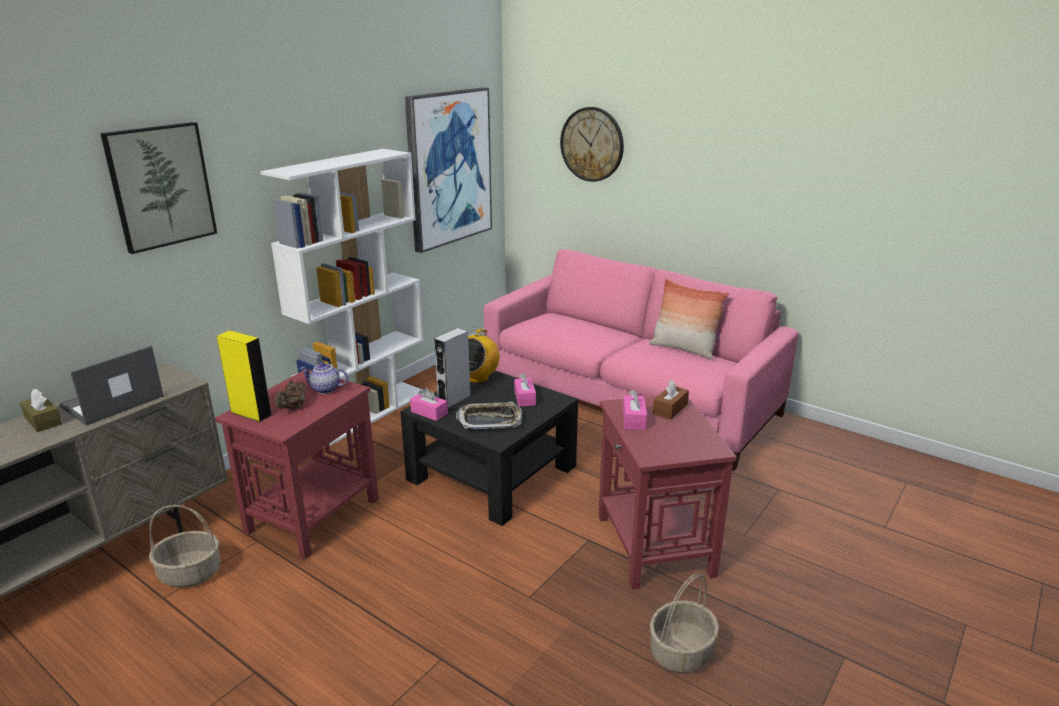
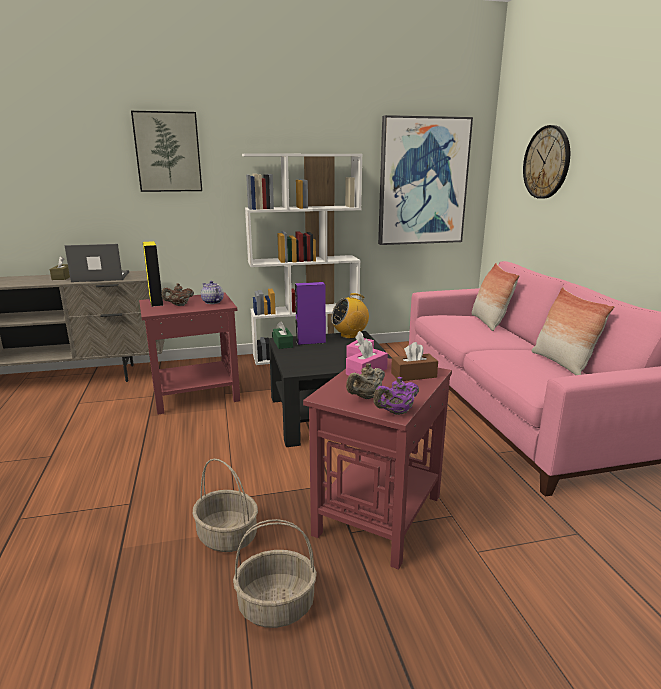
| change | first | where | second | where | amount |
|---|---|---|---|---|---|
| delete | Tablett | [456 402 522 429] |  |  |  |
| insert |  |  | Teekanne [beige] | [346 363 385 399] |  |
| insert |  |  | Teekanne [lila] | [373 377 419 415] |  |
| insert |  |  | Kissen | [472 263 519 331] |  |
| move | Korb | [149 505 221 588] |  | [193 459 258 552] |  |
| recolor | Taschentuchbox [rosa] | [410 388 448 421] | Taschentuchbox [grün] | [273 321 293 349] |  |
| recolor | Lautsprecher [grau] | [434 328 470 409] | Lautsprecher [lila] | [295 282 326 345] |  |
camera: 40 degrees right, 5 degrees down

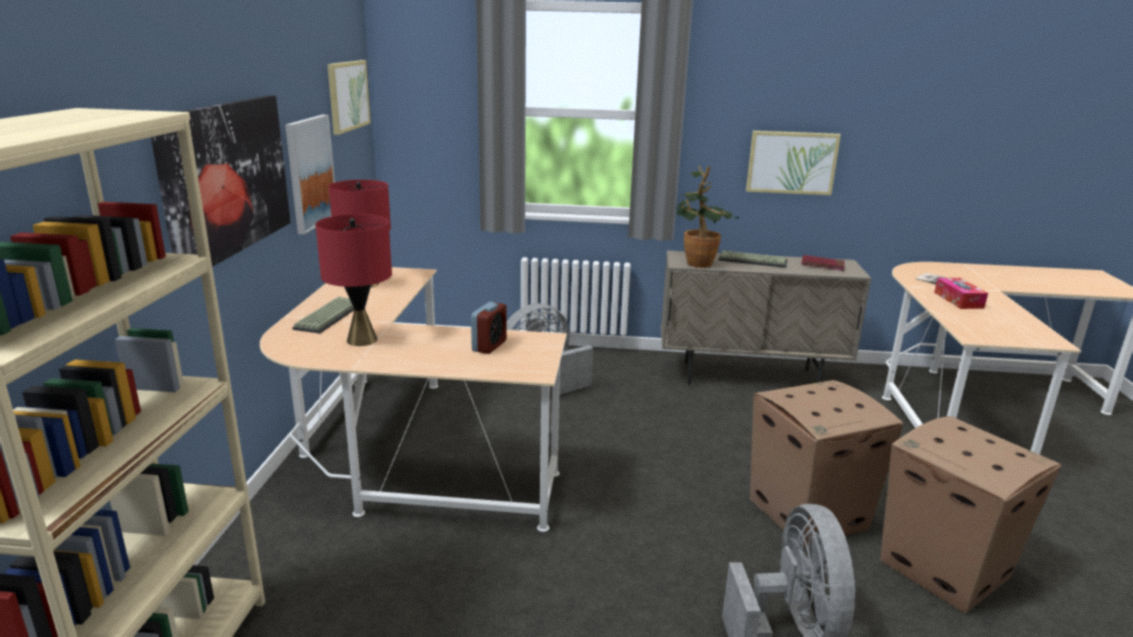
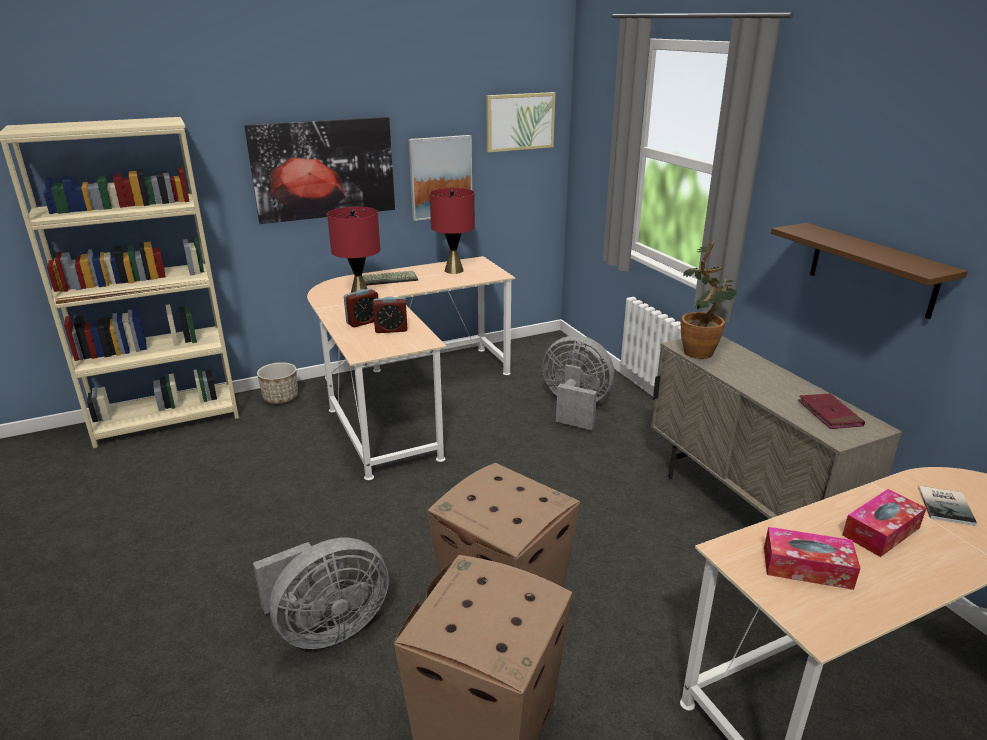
| change | first | where | second | where | amount |
|---|---|---|---|---|---|
| delete | Tastatur | [719 250 787 268] |  |  |  |
| insert |  |  | Pflanzkübel | [257 362 298 404] |  |
| insert |  |  | Wecker | [344 289 378 327] |  |
| insert |  |  | Taschentuchbox | [764 527 861 590] |  |
| replace | Bild | [746 131 841 195] | Wandregal [braun] | [771 223 968 319] |  |
camera: 60 degrees right, 5 degrees up

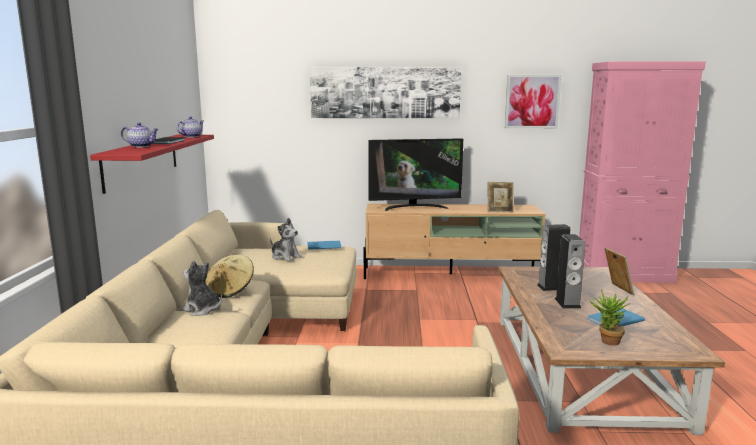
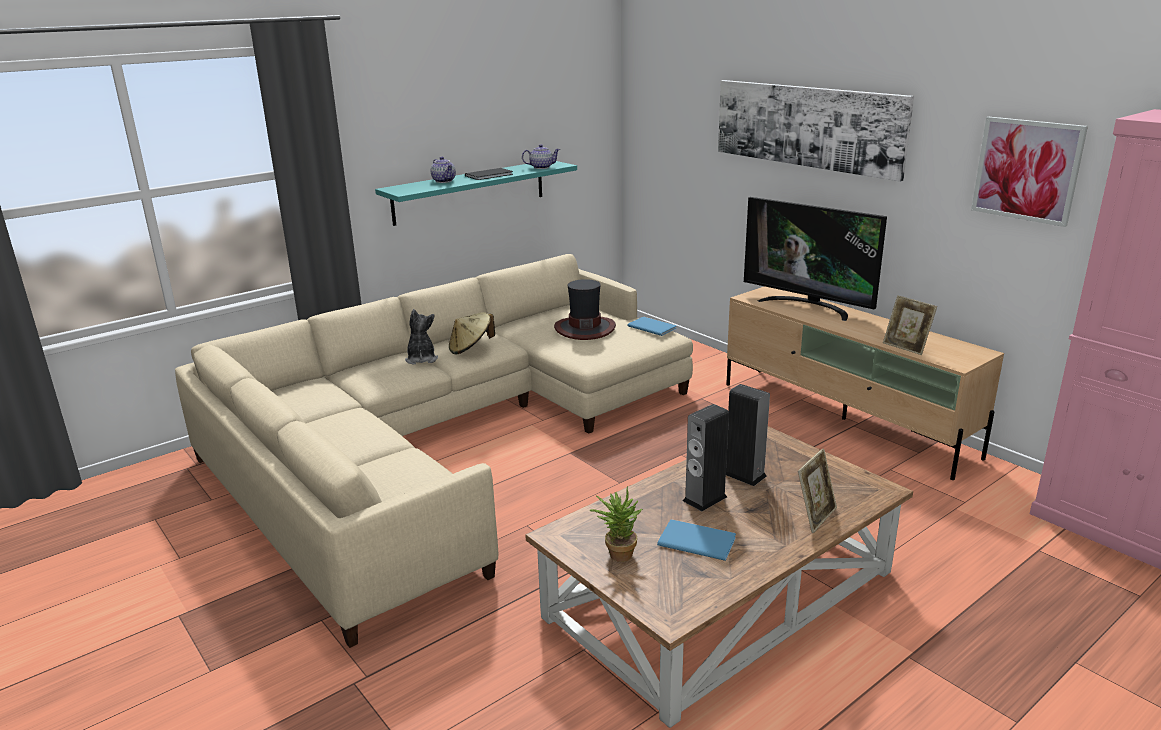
| change | first | where | second | where | amount |
|---|---|---|---|---|---|
| replace | Plüschtier | [270 218 302 261] | Hut | [554 279 616 340] |  |
| recolor | Wandregal [rot] | [90 135 214 194] | Wandregal [türkis] | [375 161 577 226] |  |
camera: 50 degrees right, 10 degrees up

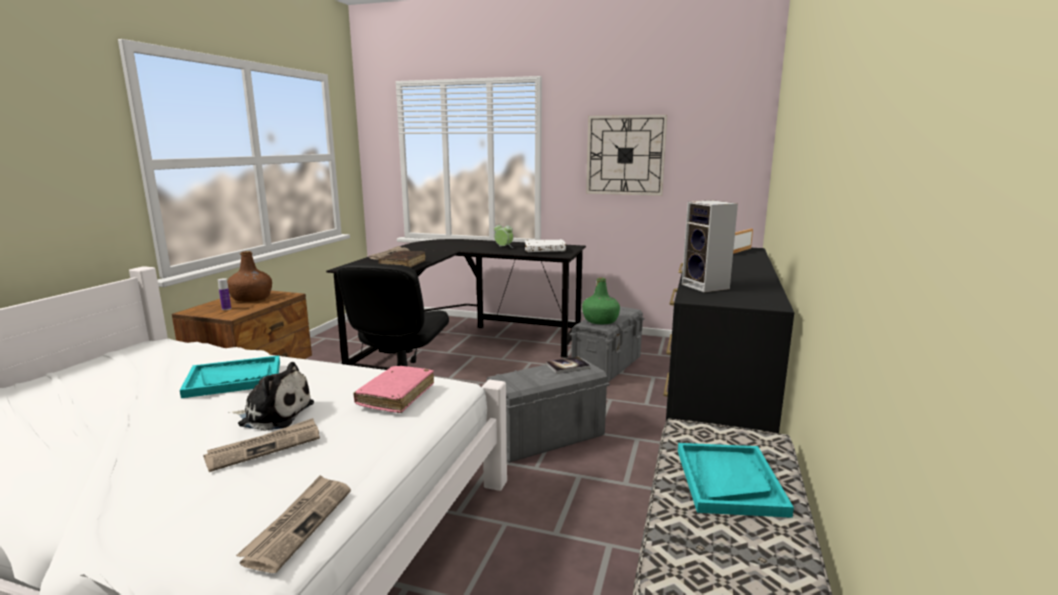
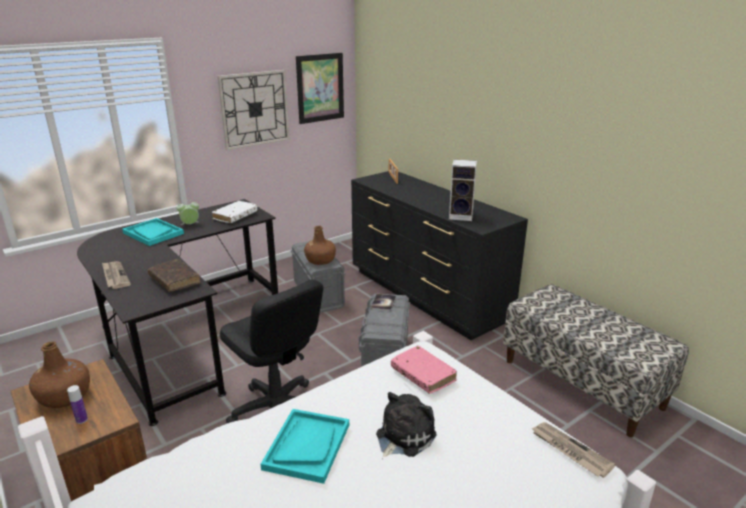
| change | first | where | second | where | amount |
|---|---|---|---|---|---|
| delete | Zeitung | [203 418 320 472] |  |  |  |
| insert |  |  | Bild | [296 53 344 124] |  |
| move | Tablett [türkis] | [678 443 794 518] |  | [122 218 184 246] |  |
| recolor | Flasche [grün] | [582 278 620 324] | Flasche [braun] | [304 226 336 265] |  |
camera: 55 degrees left, 10 degrees up

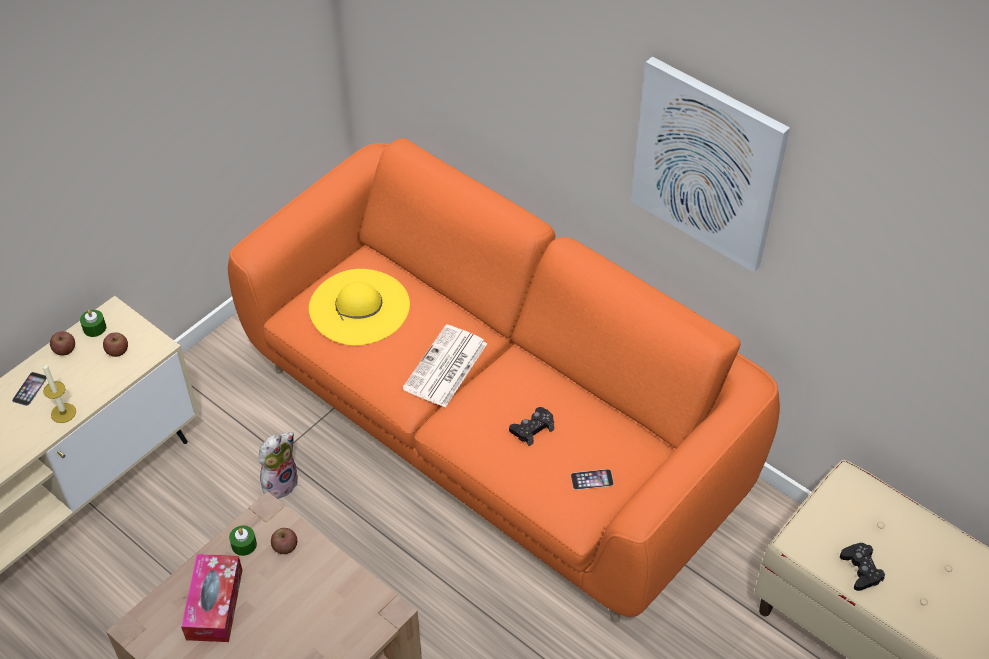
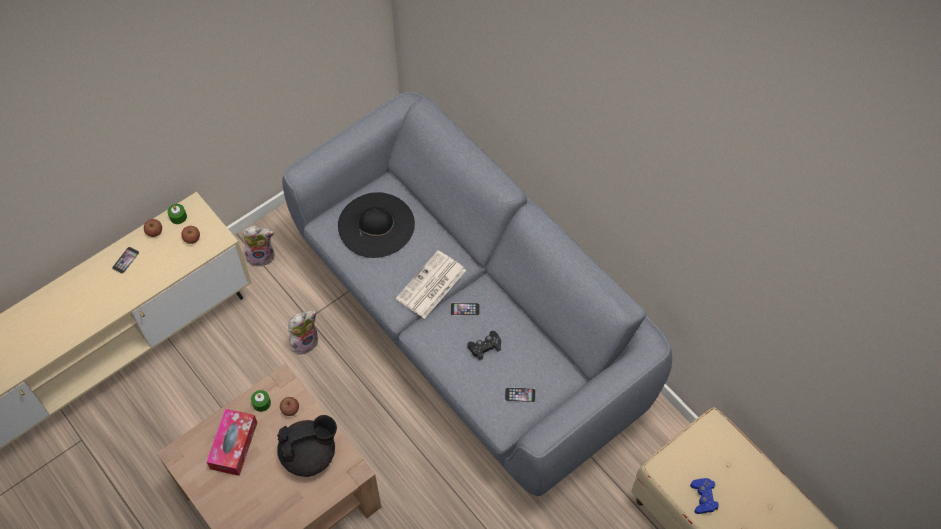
| change | first | where | second | where | amount |
|---|---|---|---|---|---|
| delete | Kerze | [42 362 76 423] |  |  |  |
| delete | Bild | [631 57 790 272] |  |  |  |
| insert |  |  | Plüschtier | [241 226 275 268] |  |
| insert |  |  | Teekanne [schwarz] | [277 415 337 477] |  |
| insert |  |  | Handy | [450 303 480 316] |  |
| recolor | Sofa [orange] | [228 138 780 623] | Sofa [grau] | [282 92 672 496] |  |
| recolor | Hut [gelb] | [309 269 410 346] | Hut [schwarz] | [338 192 415 258] |  |
| recolor | Gamepad [schwarz] | [840 543 885 591] | Gamepad [blau] | [690 478 719 514] |  |
camera: 10 degrees right, 10 degrees up

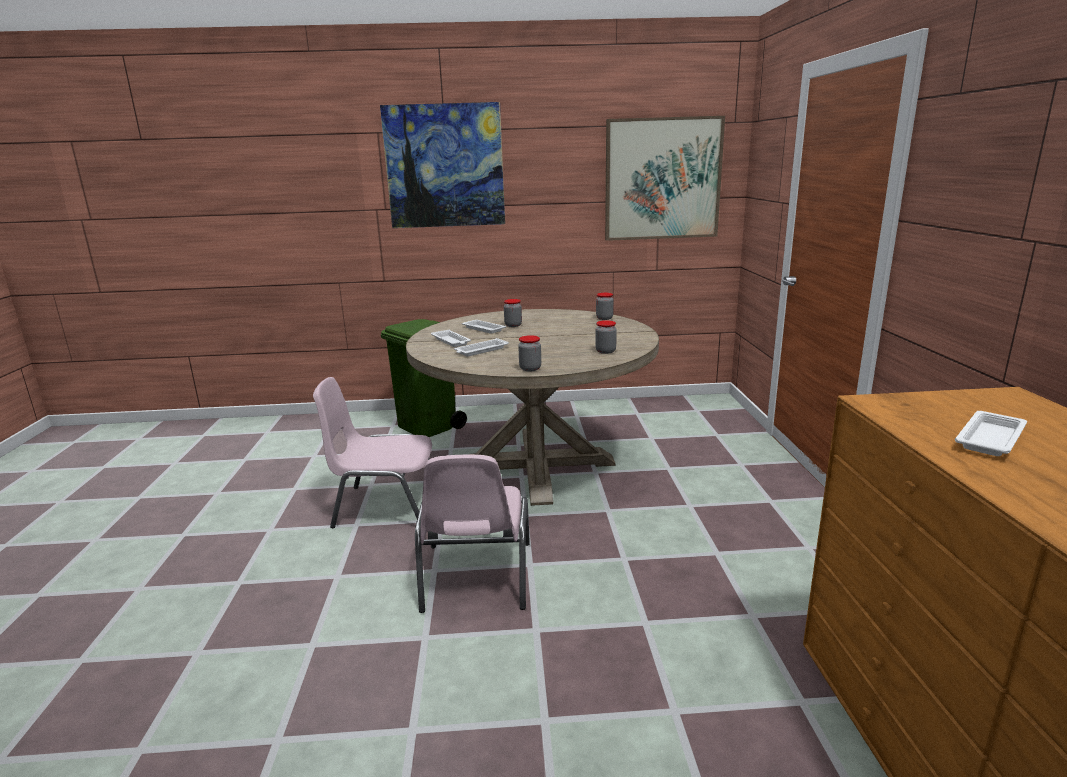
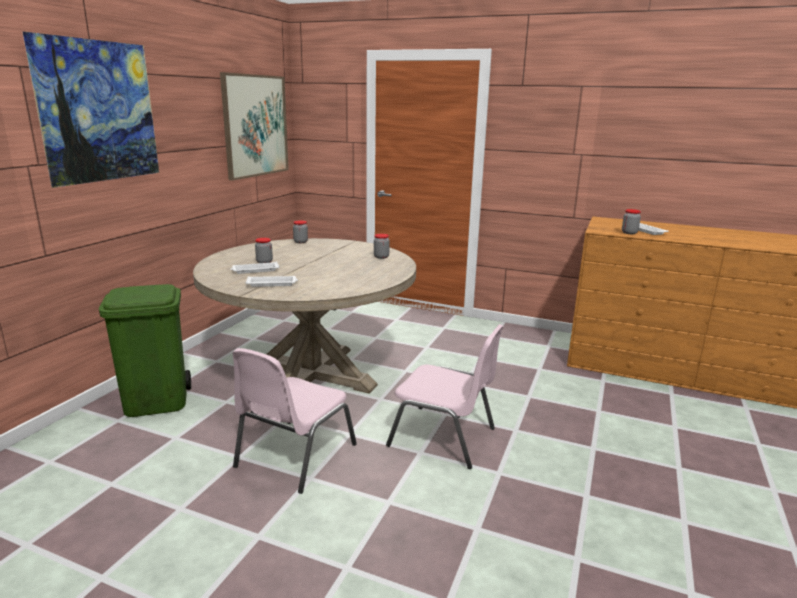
| change | first | where | second | where | amount |
|---|---|---|---|---|---|
| delete | Tablett [weiß] | [454 338 509 356] |  |  |  |
| move | Vorratsglas | [518 335 541 371] |  | [622 209 641 234] |  |
camera: 65 degrees left, 0 degrees up

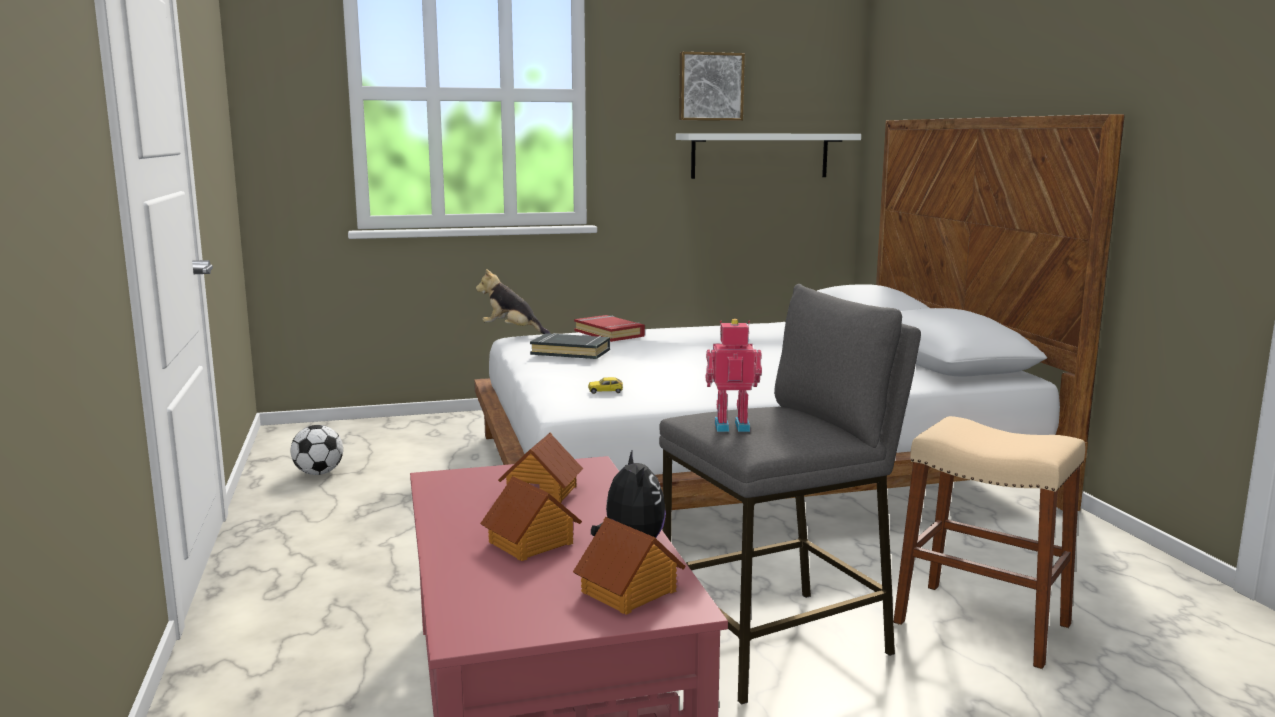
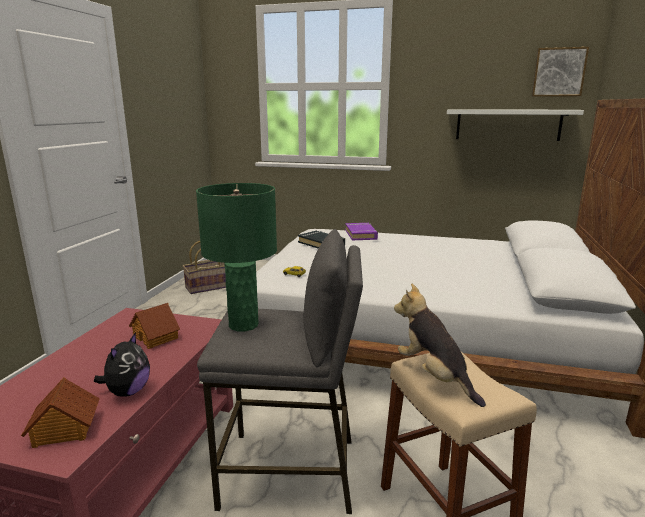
| change | first | where | second | where | amount |
|---|---|---|---|---|---|
| delete | Spielzeughaus | [480 476 582 561] |  |  |  |
| move | Plüschtier | [476 269 551 334] |  | [394 283 486 407] |  |
| move | Bild | [679 52 745 121] |  | [531 47 589 97] |  |
| replace | Fußball | [291 425 343 475] | Korb | [183 241 226 294] |  |
| replace | Spielzeugroboter | [706 319 762 432] | Tischlampe [grün] | [196 183 277 331] |  |
| recolor | Buch [rot] | [574 315 645 342] | Buch [lila] | [345 223 378 240] |  |
camera: 30 degrees right, 5 degrees up

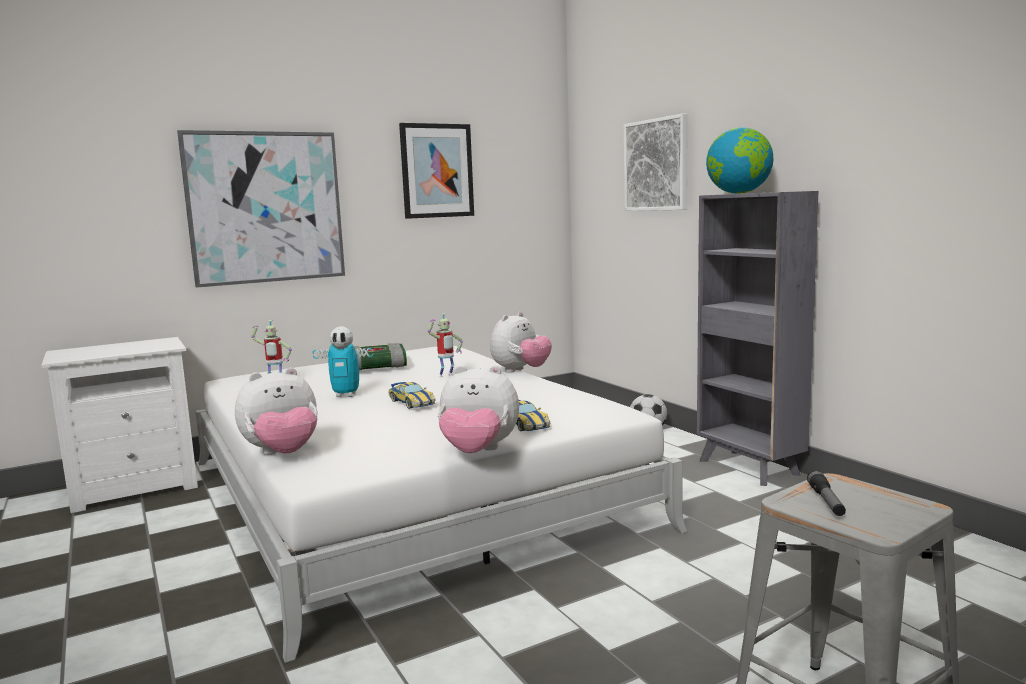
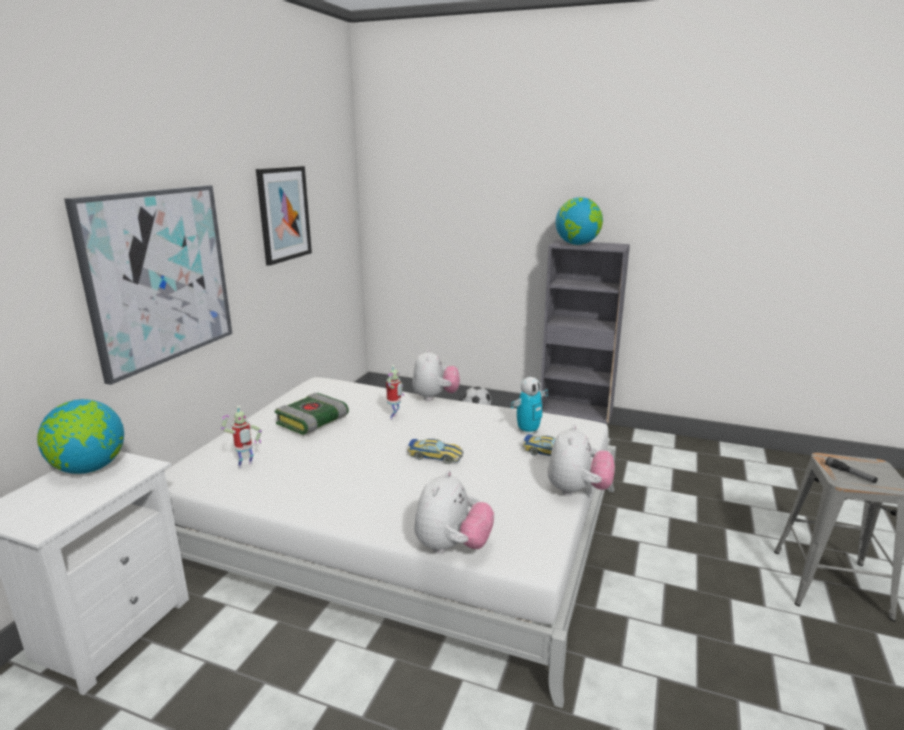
| change | first | where | second | where | amount |
|---|---|---|---|---|---|
| delete | Bild | [624 114 688 211] |  |  |  |
| insert |  |  | Globus | [37 399 124 474] |  |
| move | Spielzeugroboter | [313 326 373 397] |  | [511 377 548 435] |  |
| rotate | Plüschtier | [438 366 519 453] |  | [547 424 615 496] | 45 degrees counterclockwise |
camera: 40 degrees left, 10 degrees up

